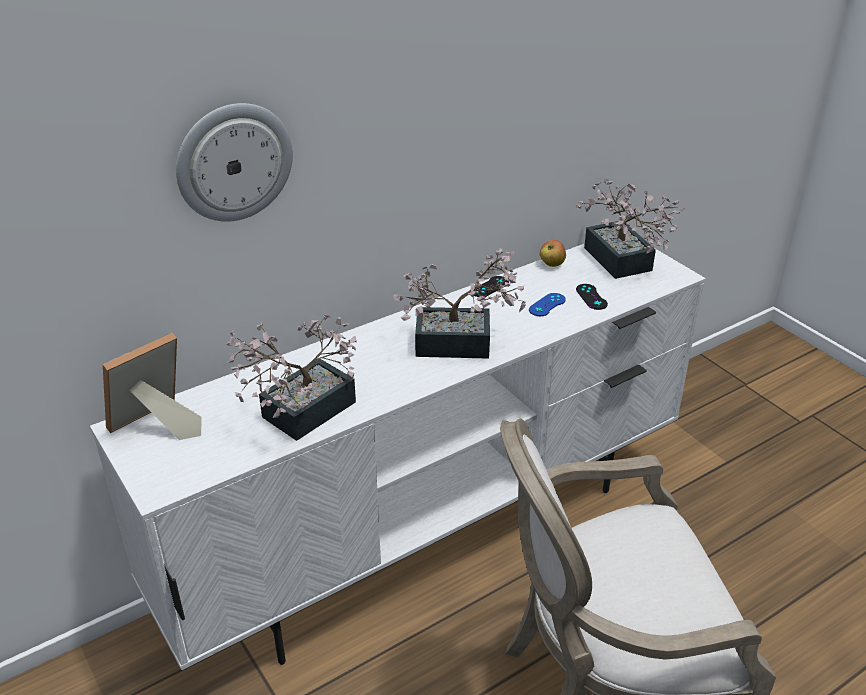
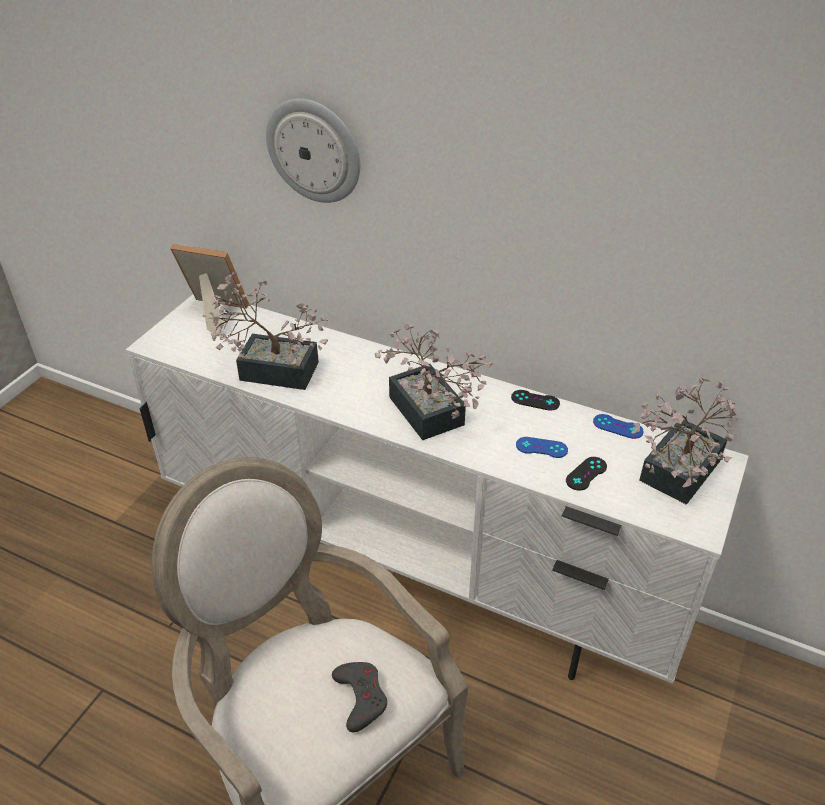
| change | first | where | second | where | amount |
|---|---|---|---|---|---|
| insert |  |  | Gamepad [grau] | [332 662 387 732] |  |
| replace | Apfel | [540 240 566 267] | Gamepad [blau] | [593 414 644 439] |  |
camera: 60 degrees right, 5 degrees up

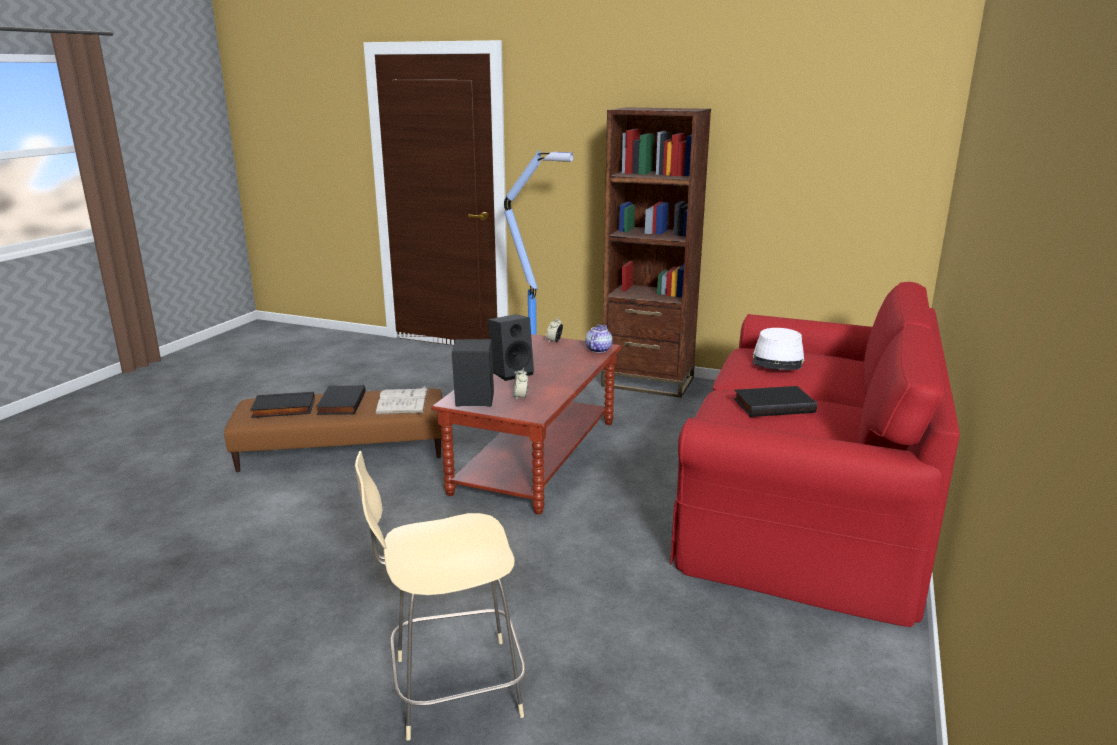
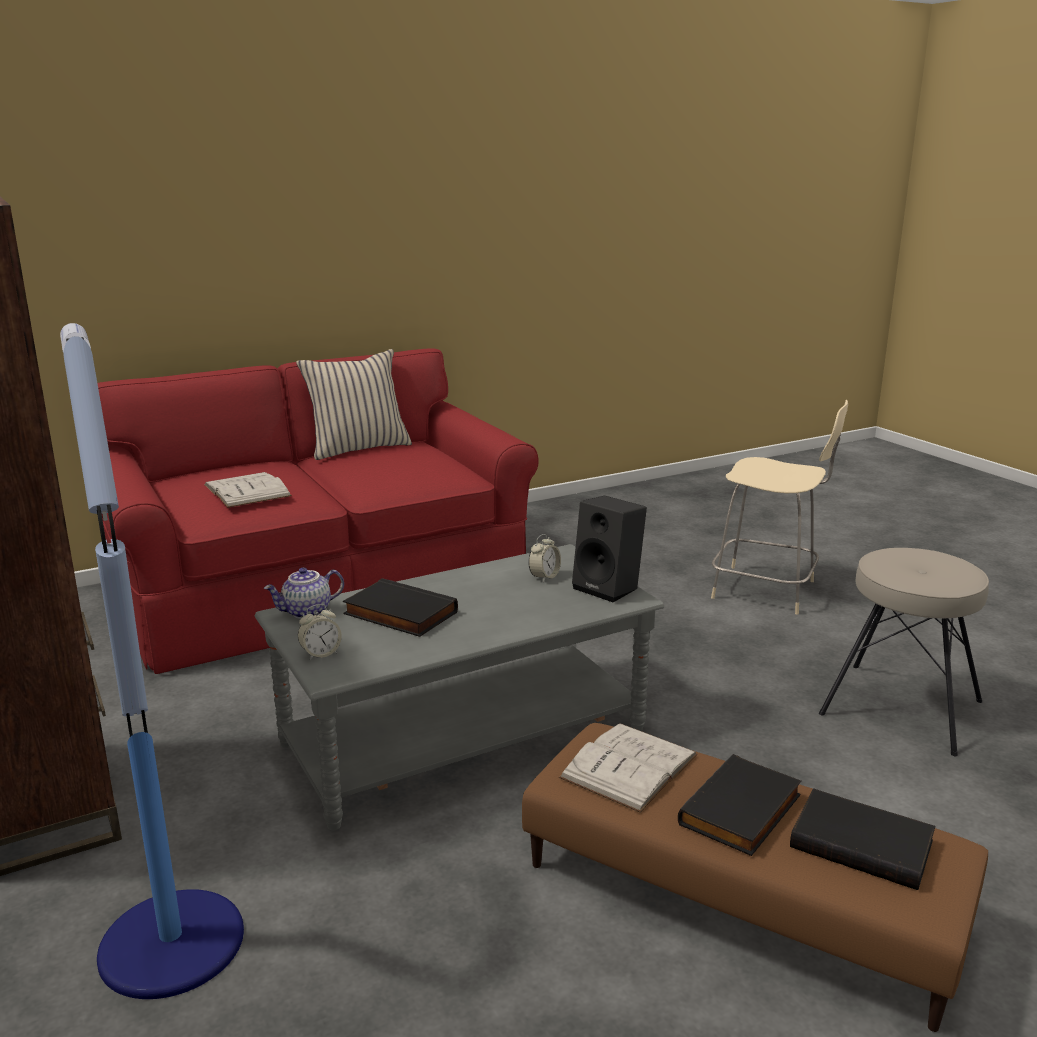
| change | first | where | second | where | amount |
|---|---|---|---|---|---|
| delete | Lautsprecher [schwarz] | [488 314 534 381] |  |  |  |
| insert |  |  | Kissen [beige] | [296 349 412 460] |  |
| insert |  |  | Hocker [beige] | [819 548 989 756] |  |
| move | Buch [schwarz] | [734 386 817 417] |  | [343 578 458 637] |  |
| replace | Hut [weiß] | [753 328 804 370] | Buch [weiß] | [204 472 292 508] |  |
| recolor | Couchtisch [braun] | [431 334 622 515] | Couchtisch [grau] | [255 544 664 830] |  |
camera: 140 degrees left, 0 degrees up

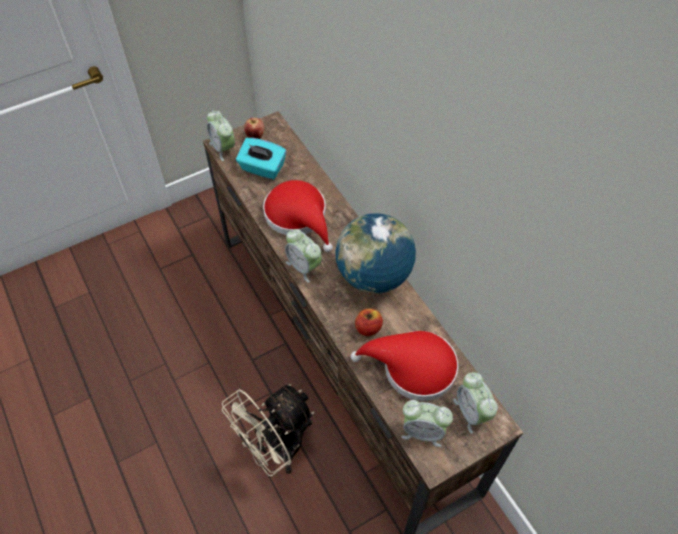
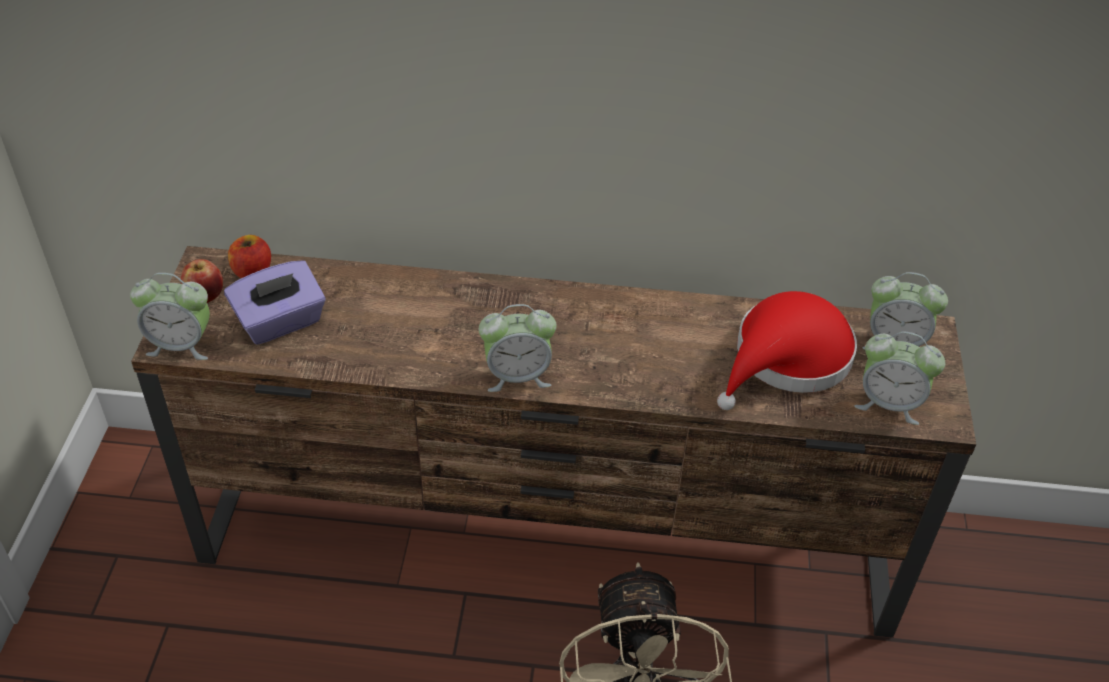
| change | first | where | second | where | amount |
|---|---|---|---|---|---|
| delete | Hut [rot] | [263 180 333 252] |  |  |  |
| delete | Globus | [335 213 416 294] |  |  |  |
| move | Apfel | [355 309 383 336] |  | [228 235 271 278] |  |
| recolor | Taschentuchbox [türkis] | [236 138 286 180] | Taschentuchbox [lila] | [224 260 326 345] |  |
| rotate | Wecker | [401 400 453 447] |  | [854 331 945 425] | 60 degrees clockwise |
camera: 55 degrees left, 10 degrees down

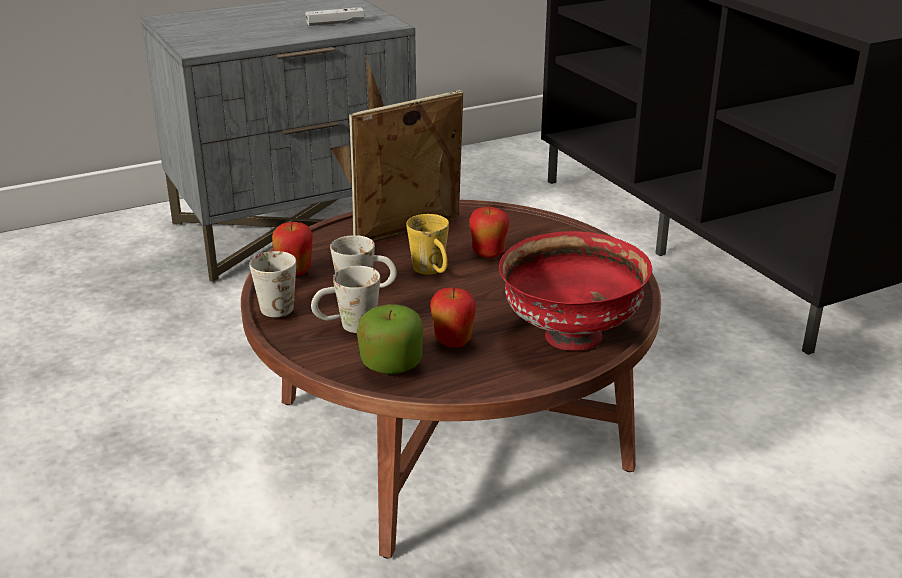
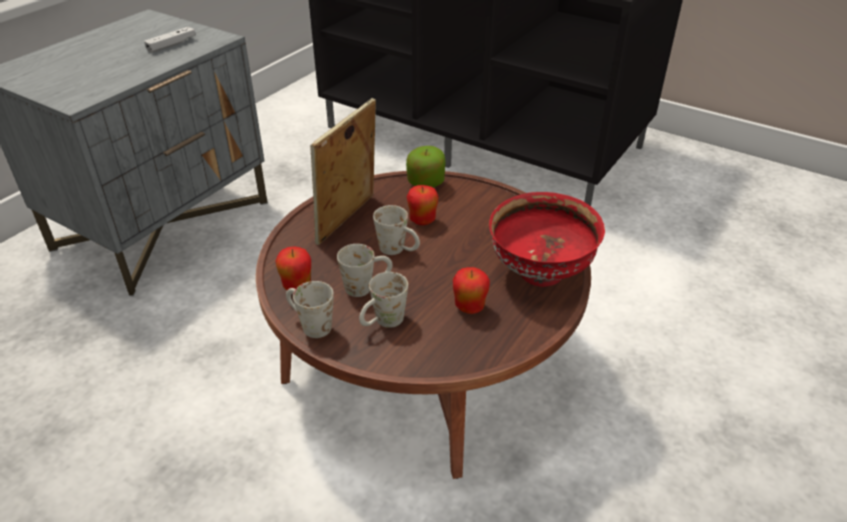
| change | first | where | second | where | amount |
|---|---|---|---|---|---|
| move | Apfel | [357 304 424 375] |  | [406 146 446 188] |  |
| recolor | Henkelbecher [gelb] | [406 214 449 275] | Henkelbecher [weiß] | [373 205 420 255] |  |
camera: 30 degrees left, 10 degrees up

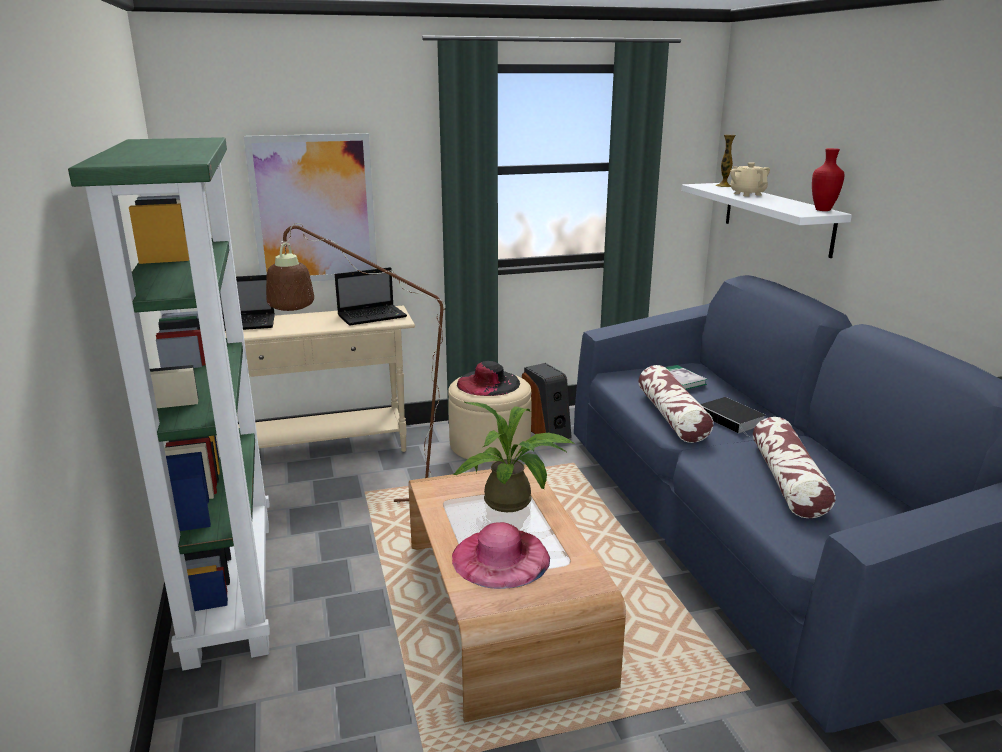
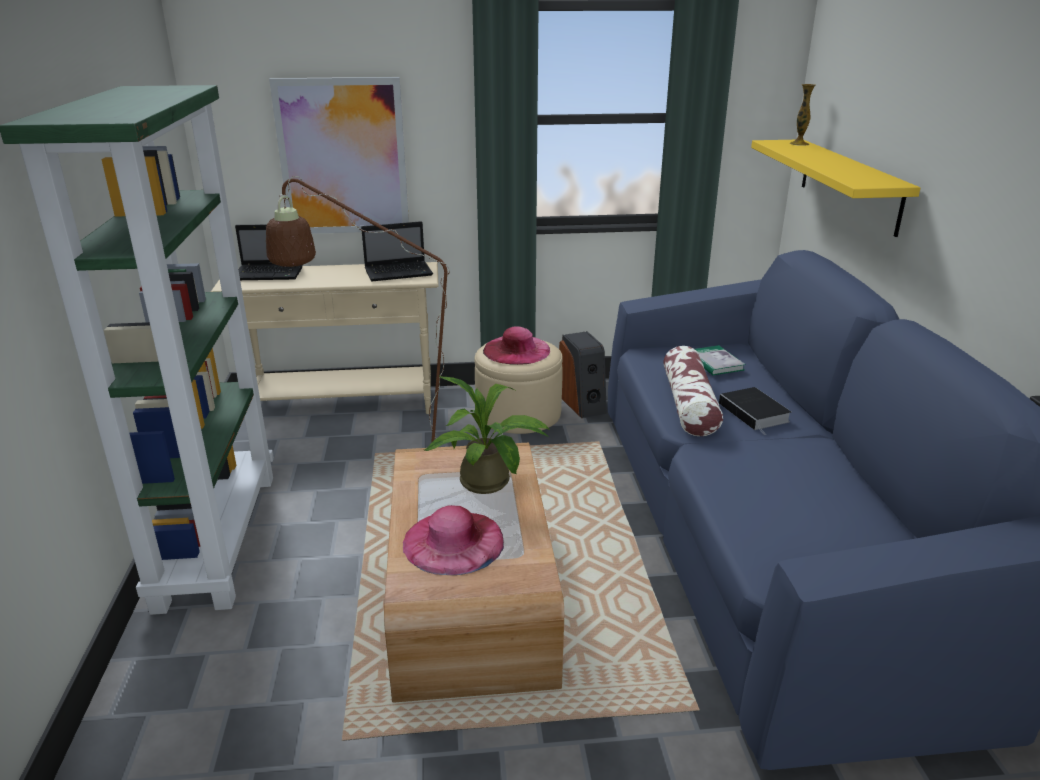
| change | first | where | second | where | amount |
|---|---|---|---|---|---|
| delete | Teekanne [beige] | [730 162 770 197] |  |  |  |
| delete | Kissen | [753 417 836 518] |  |  |  |
| delete | Vase [rot] | [812 148 844 211] |  |  |  |
| recolor | Hut [schwarz] | [457 361 520 396] | Hut [rosa] | [483 326 550 365] |  |
| recolor | Wandregal [weiß] | [681 183 852 258] | Wandregal [gelb] | [751 140 921 237] |  |
camera: 10 degrees right, 5 degrees up

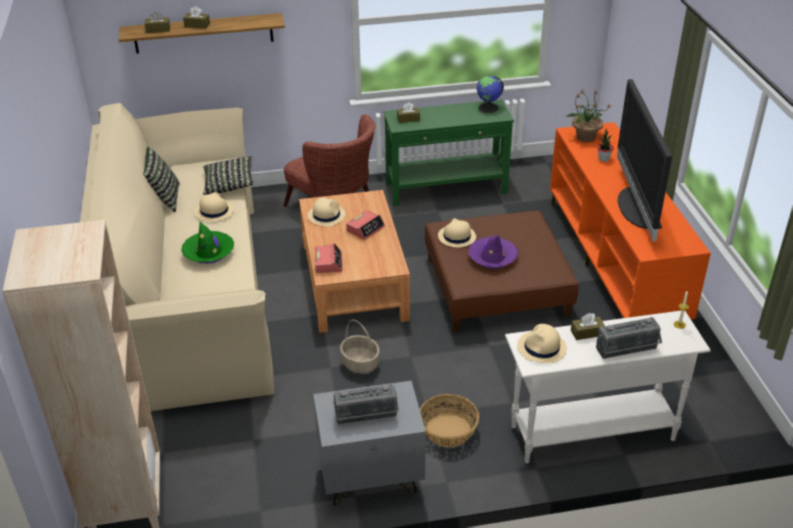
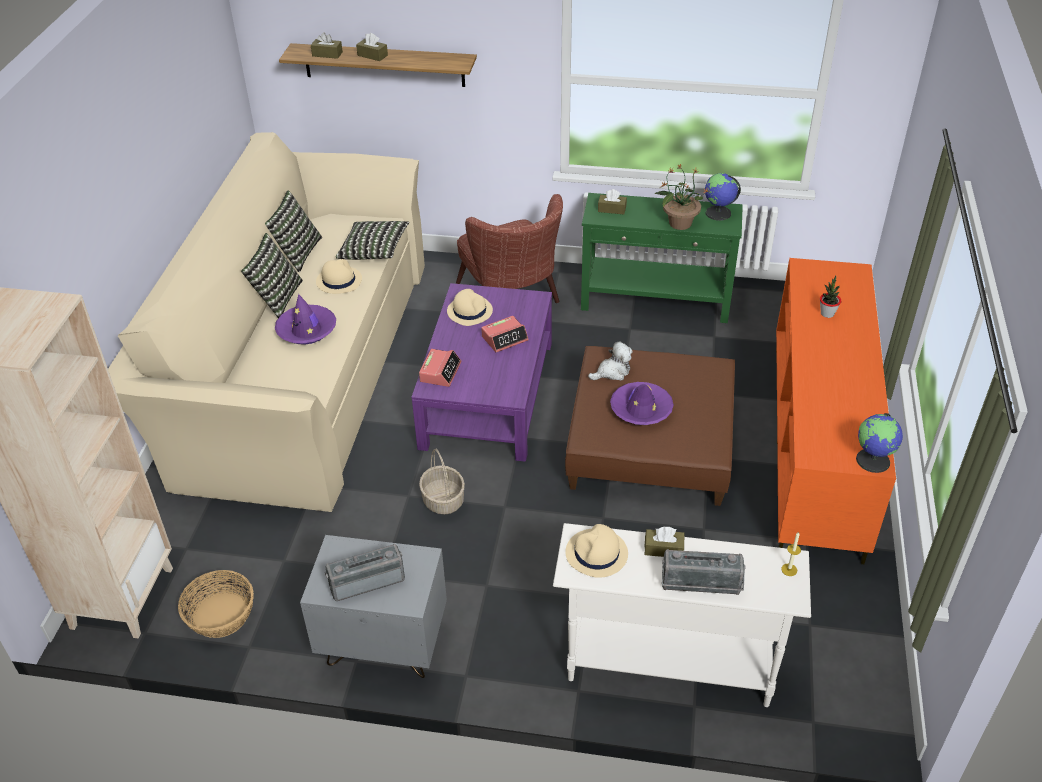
| change | first | where | second | where | amount |
|---|---|---|---|---|---|
| delete | Fernseher | [617 79 672 241] |  |  |  |
| insert |  |  | Kissen | [241 233 303 318] |  |
| insert |  |  | Globus | [856 413 903 473] |  |
| move | Korb | [420 394 479 447] |  | [178 570 254 638] |  |
| move | Topfpflanze | [565 90 611 142] |  | [654 164 710 230] |  |
| replace | Hut [beige] | [438 218 476 247] | Plüschtier | [588 341 633 380] |  |
| recolor | Hut [grün] | [181 222 234 264] | Hut [lila] | [275 294 336 345] |  |
| recolor | Couchtisch [braun] | [299 190 410 333] | Couchtisch [lila] | [411 283 552 462] |  |
| rotate | Radio | [333 384 399 425] |  | [325 544 405 601] | 150 degrees clockwise |
camera: 20 degrees right, 5 degrees up

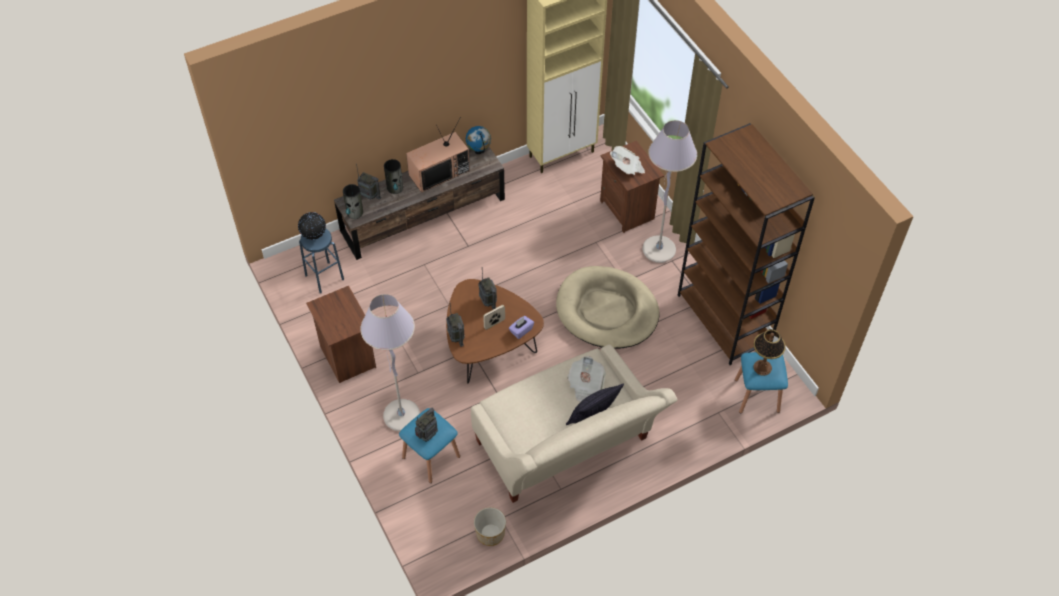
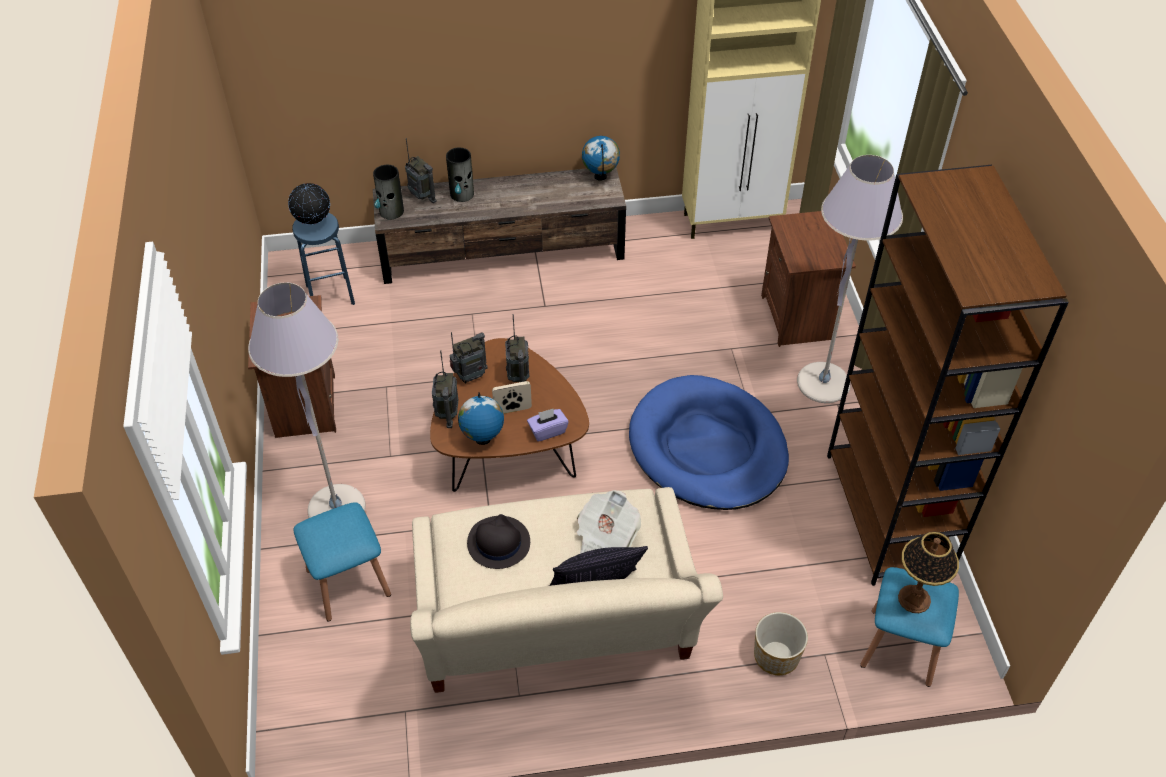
| change | first | where | second | where | amount |
|---|---|---|---|---|---|
| delete | Fernseher | [406 117 470 193] |  |  |  |
| delete | Zeitung | [610 146 645 175] |  |  |  |
| insert |  |  | Globus | [458 392 504 445] |  |
| insert |  |  | Hut [schwarz] | [467 514 530 569] |  |
| move | Radio | [415 407 438 442] |  | [450 332 488 384] |  |
| move | Pflanzkübel | [474 507 506 546] |  | [754 612 808 675] |  |
| recolor | Hundebett [beige] | [556 266 660 349] | Hundebett [blau] | [629 375 789 510] |  |
camera: 20 degrees right, 5 degrees down

